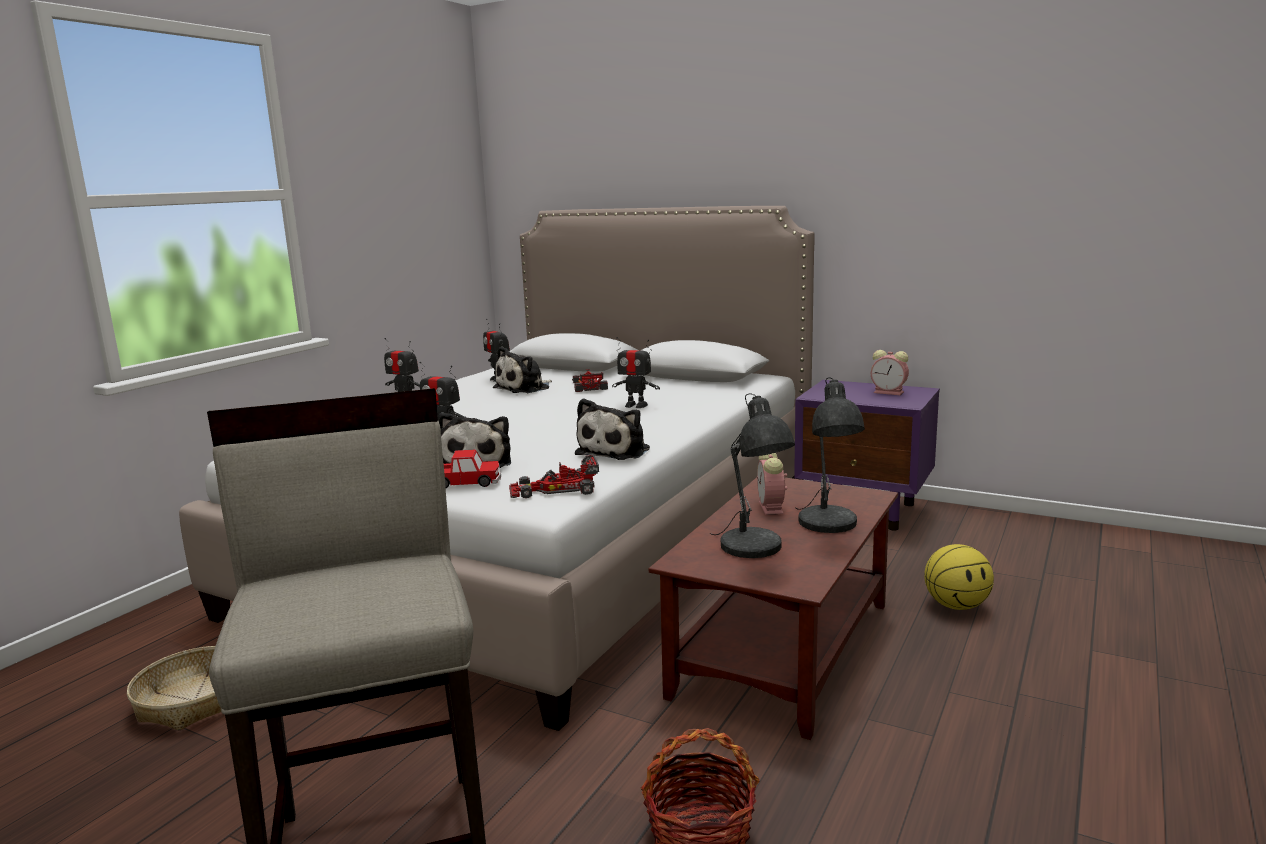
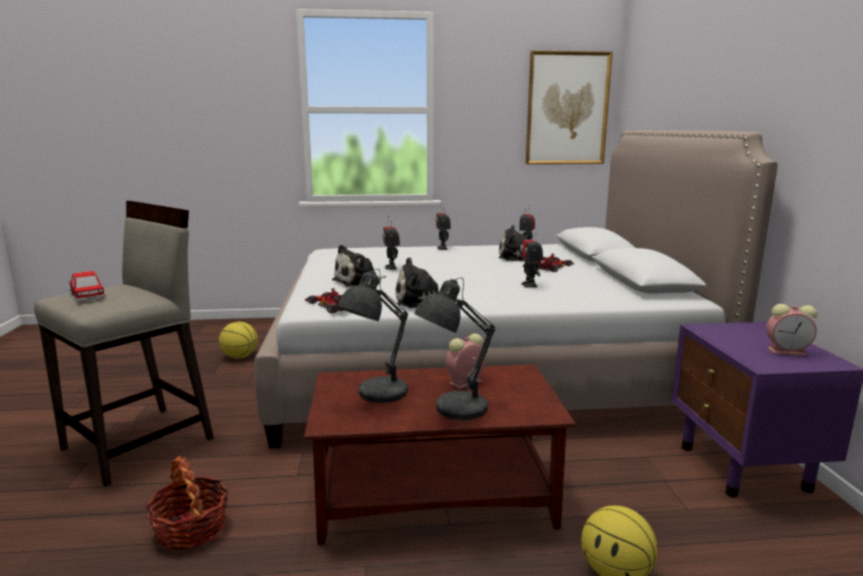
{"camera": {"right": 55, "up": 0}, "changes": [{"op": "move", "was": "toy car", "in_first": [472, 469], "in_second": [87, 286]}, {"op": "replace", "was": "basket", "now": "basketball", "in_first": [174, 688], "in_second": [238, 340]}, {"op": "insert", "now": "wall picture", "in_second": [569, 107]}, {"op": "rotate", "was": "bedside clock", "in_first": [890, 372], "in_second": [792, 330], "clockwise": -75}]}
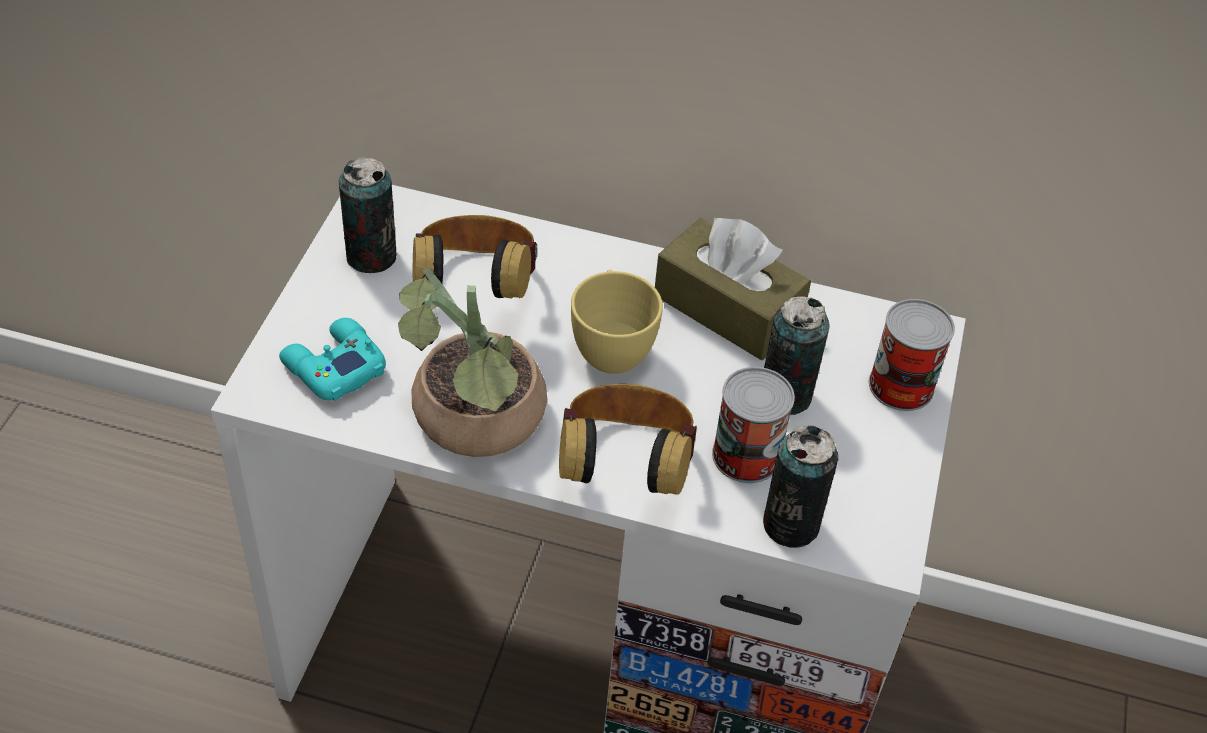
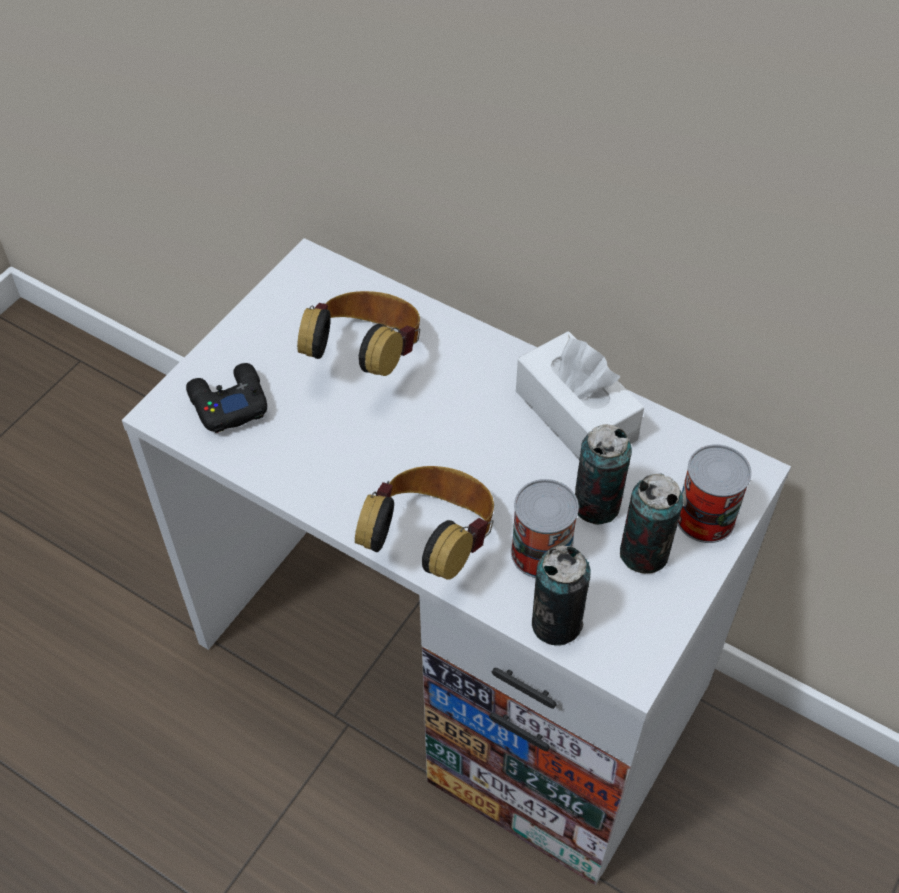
{"camera": {"right": 20, "up": 5}, "changes": [{"op": "recolor", "was": "turquoise gamepad", "now": "black gamepad", "in_first": [332, 359], "in_second": [226, 398]}, {"op": "recolor", "was": "brown box of tissues", "now": "white-coloured box of tissues", "in_first": [733, 288], "in_second": [580, 395]}, {"op": "move", "was": "metal can", "in_first": [368, 215], "in_second": [651, 523]}, {"op": "delete", "was": "houseplant", "in_first": [472, 362]}, {"op": "delete", "was": "yellow-coloured small cup", "in_first": [617, 322]}]}
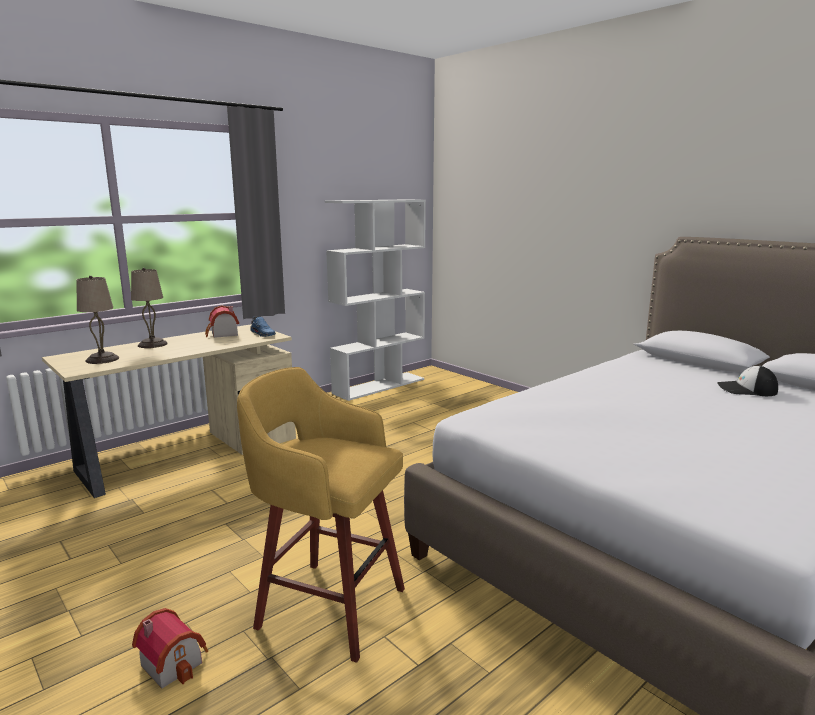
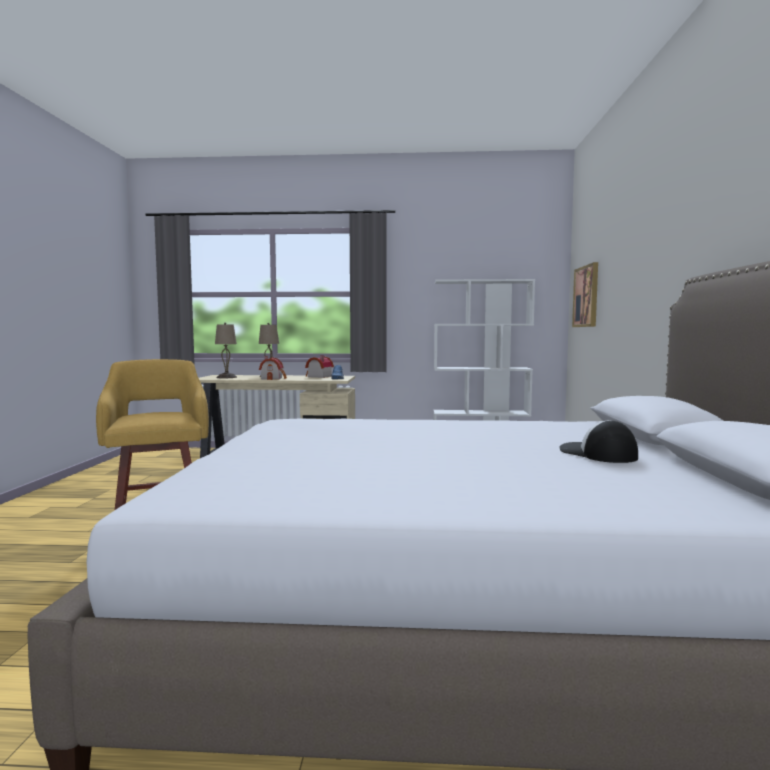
{"camera": {"right": 45, "up": -10}, "changes": [{"op": "move", "was": "model house", "in_first": [170, 648], "in_second": [273, 368]}, {"op": "insert", "now": "wall picture", "in_second": [585, 294]}]}
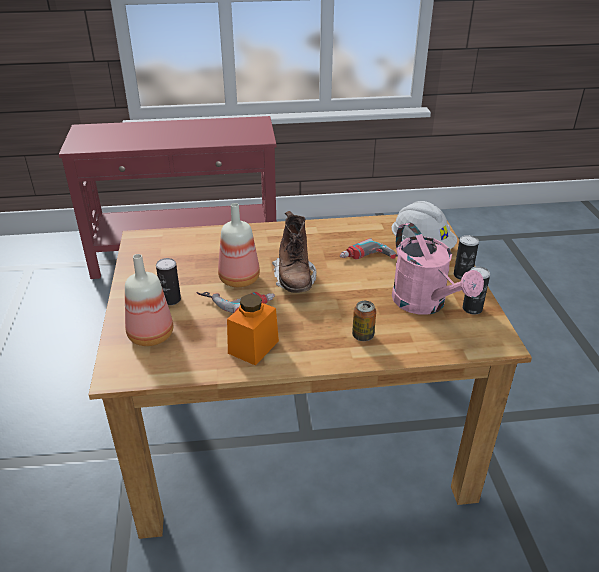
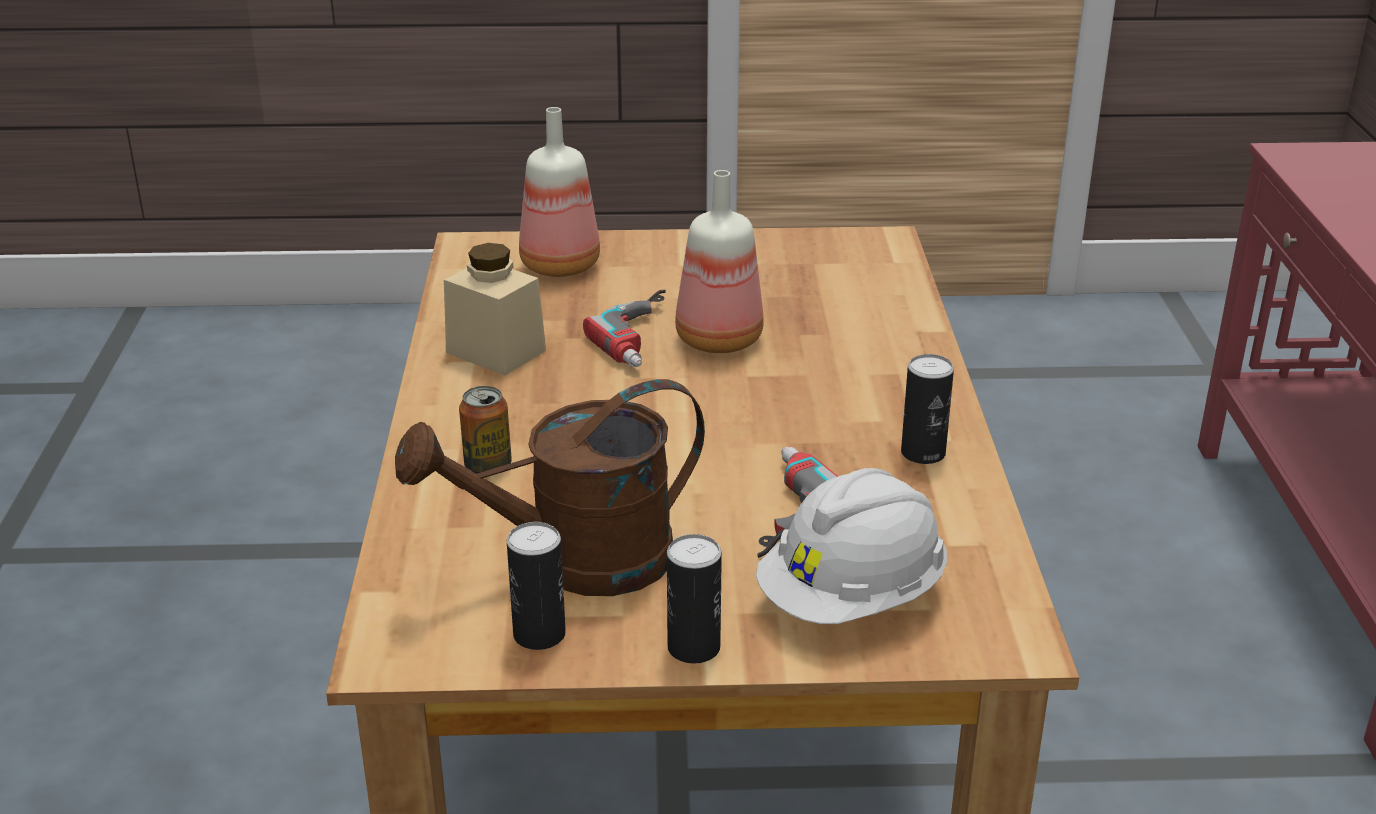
{"camera": {"right": 95, "up": -5}, "changes": [{"op": "recolor", "was": "pink watering pot", "now": "brown watering pot", "in_first": [438, 269], "in_second": [550, 487]}, {"op": "recolor", "was": "orange-coloured jar", "now": "sand-coloured jar", "in_first": [253, 330], "in_second": [495, 309]}, {"op": "move", "was": "metal can", "in_first": [168, 281], "in_second": [927, 409]}, {"op": "delete", "was": "brown tall boot", "in_first": [294, 252]}]}
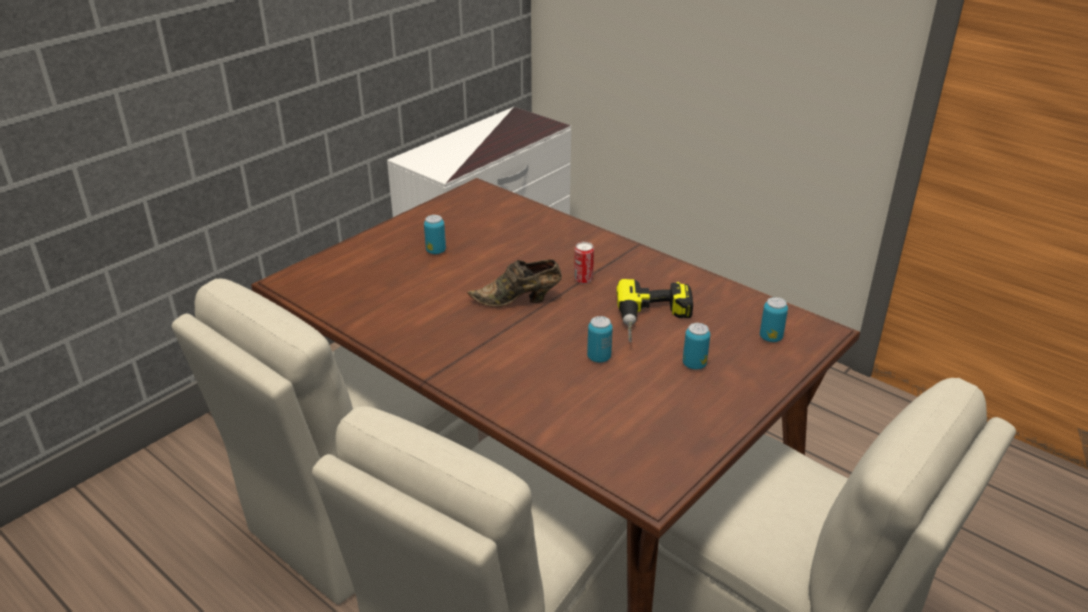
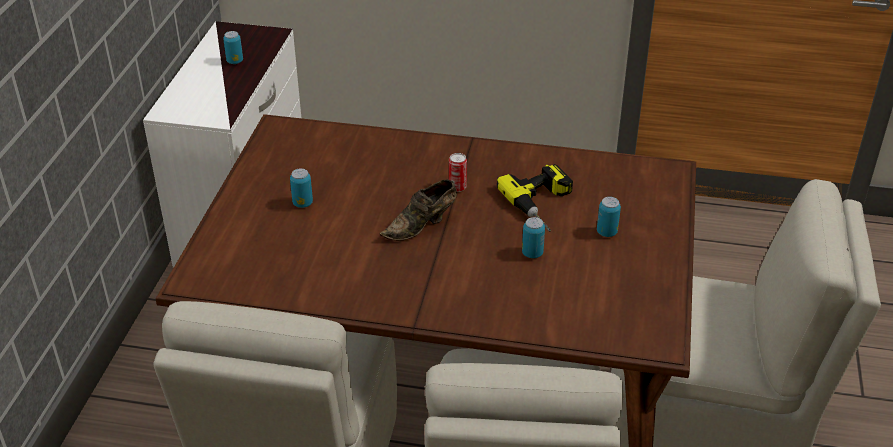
{"camera": {"right": -30, "up": 5}, "changes": [{"op": "move", "was": "metal can", "in_first": [774, 319], "in_second": [233, 47]}]}
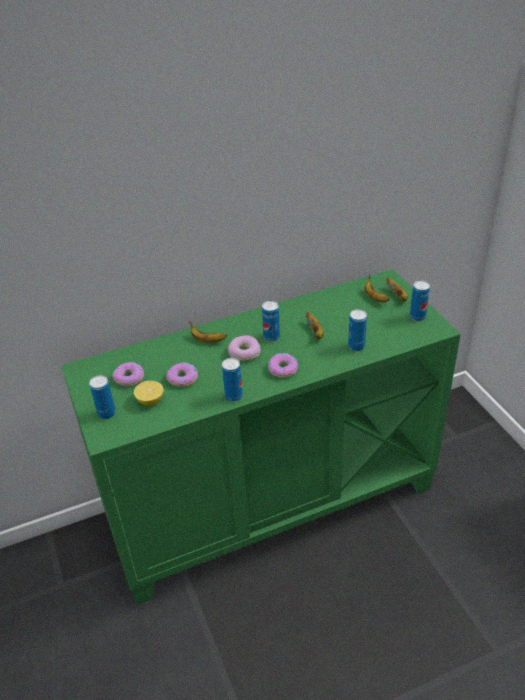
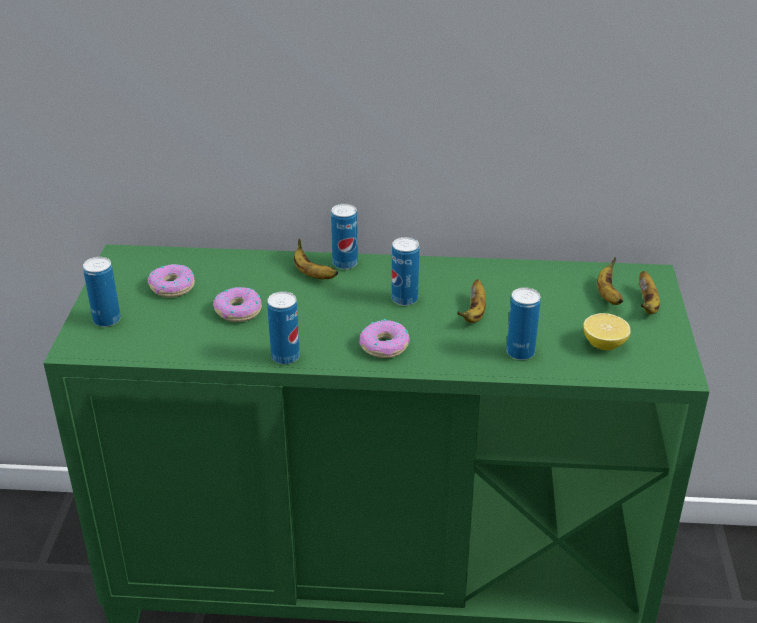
{"camera": {"right": 25, "up": -5}, "changes": [{"op": "move", "was": "metal can", "in_first": [420, 301], "in_second": [344, 236]}, {"op": "move", "was": "lemon", "in_first": [149, 393], "in_second": [607, 331]}, {"op": "delete", "was": "ring doughnut", "in_first": [244, 348]}]}
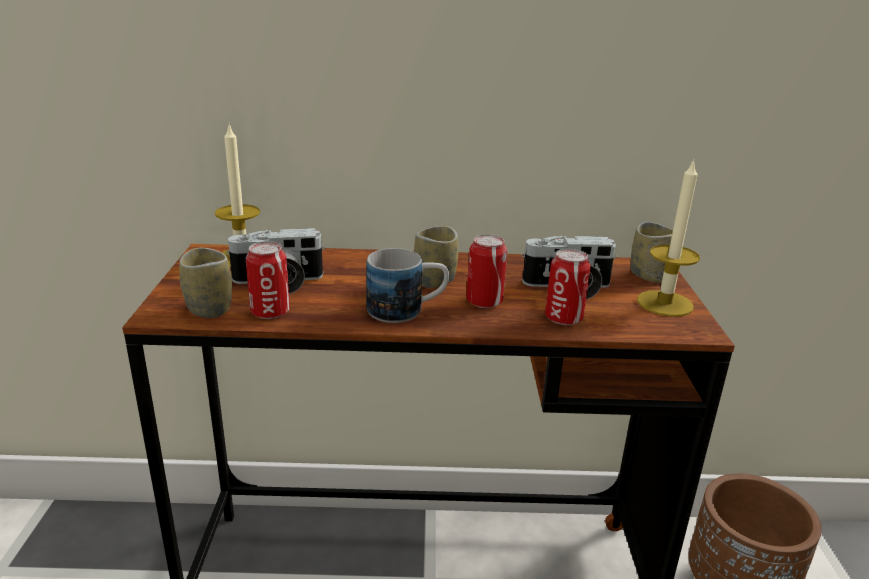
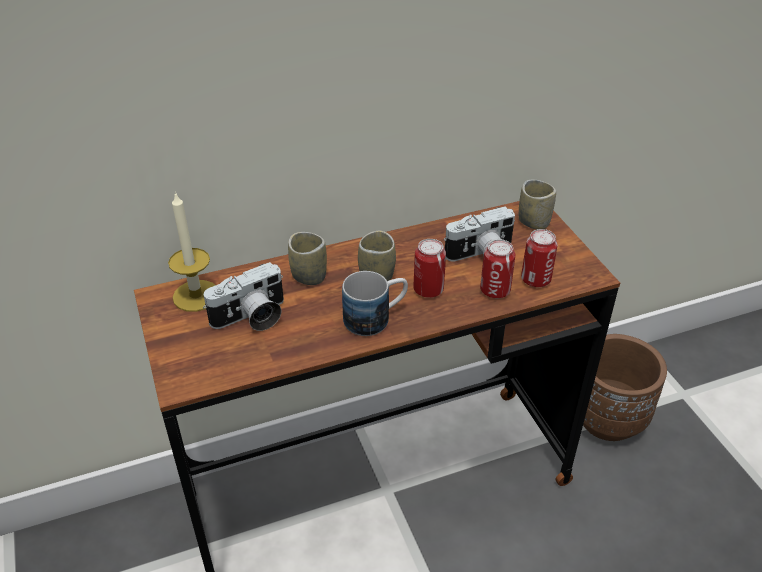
{"camera": {"right": -20, "up": 15}, "changes": [{"op": "move", "was": "small cup", "in_first": [205, 283], "in_second": [307, 258]}, {"op": "move", "was": "metal can", "in_first": [268, 280], "in_second": [539, 258]}, {"op": "delete", "was": "wax candle", "in_first": [668, 238]}]}
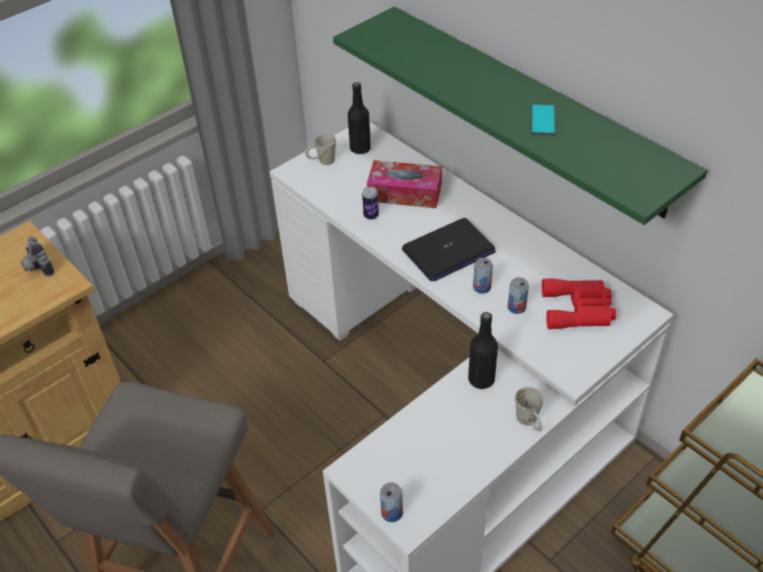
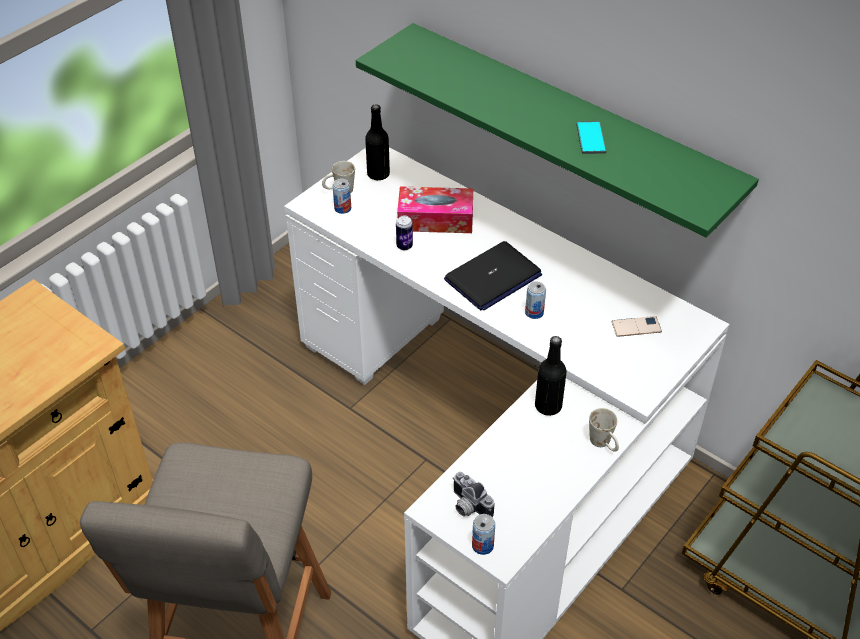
{"camera": {"right": -10, "up": 0}, "changes": [{"op": "move", "was": "metal can", "in_first": [518, 295], "in_second": [342, 196]}, {"op": "move", "was": "still camera", "in_first": [37, 256], "in_second": [473, 494]}, {"op": "replace", "was": "reddish field glasses", "now": "telephone", "in_first": [579, 304], "in_second": [637, 326]}]}
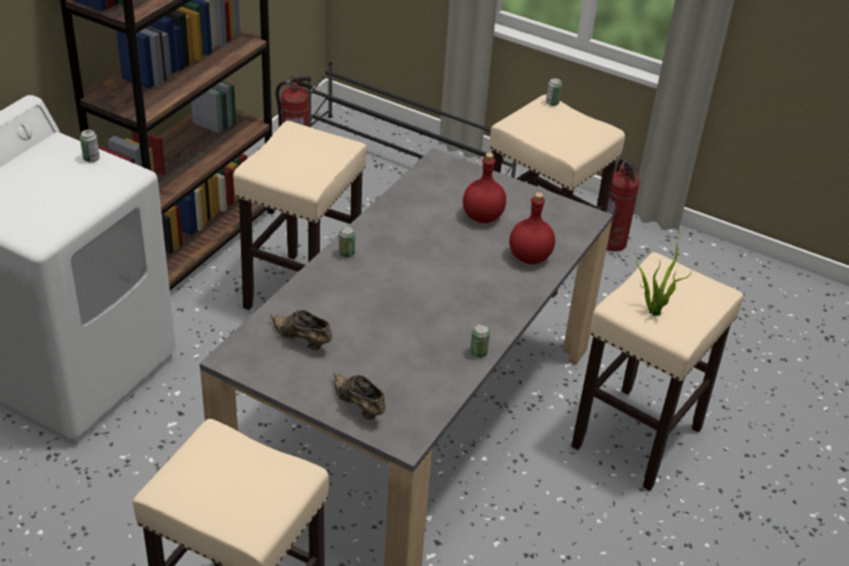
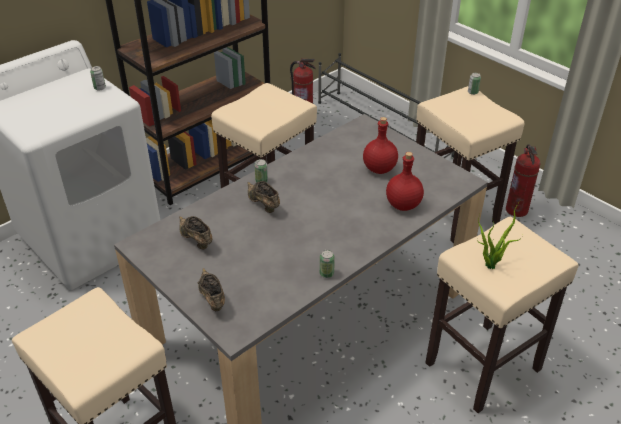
{"camera": {"right": 20, "up": 0}, "changes": [{"op": "insert", "now": "brown item of footwear", "in_second": [263, 197]}]}
